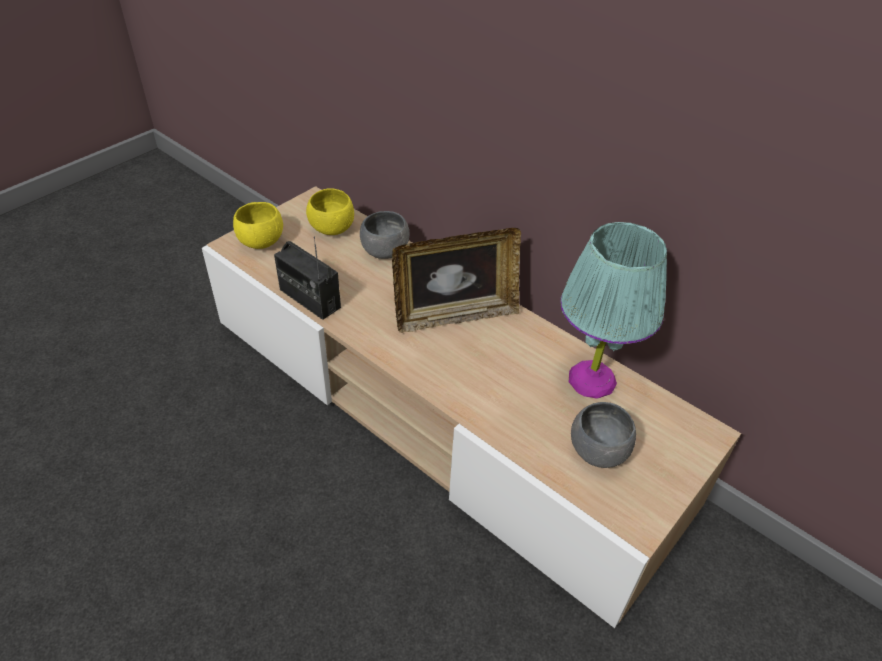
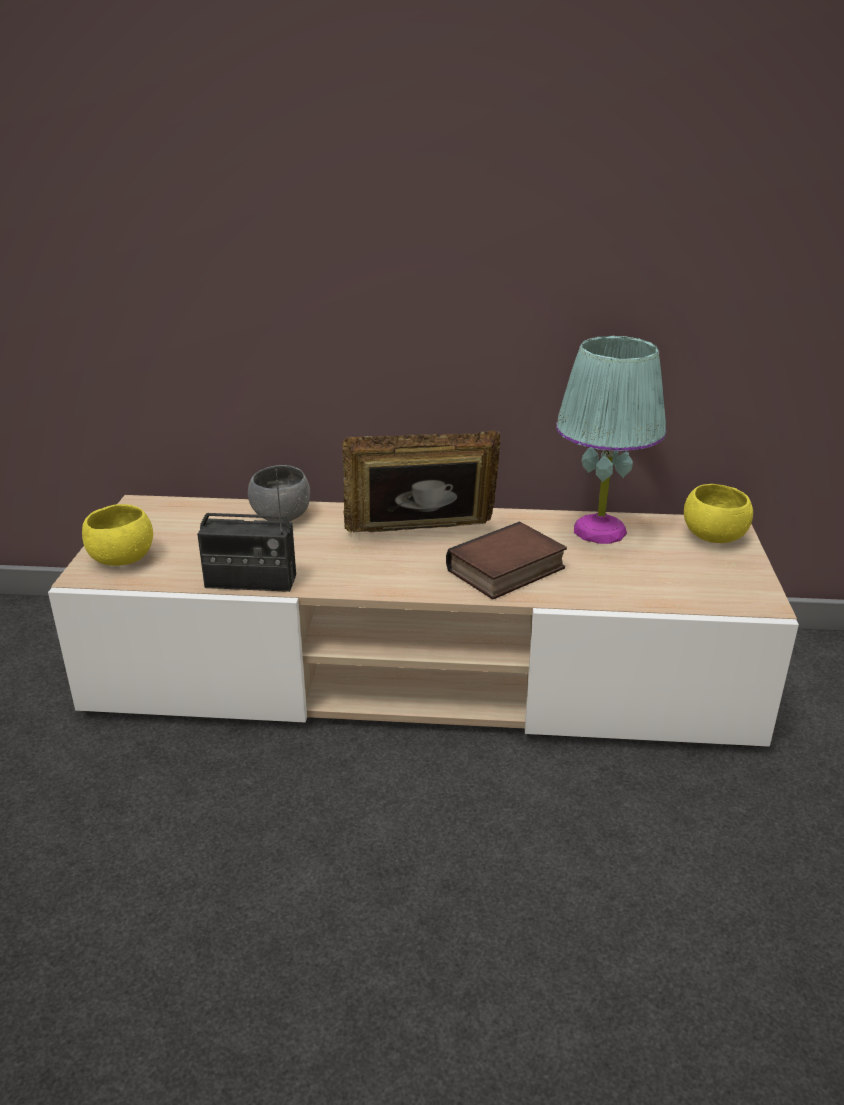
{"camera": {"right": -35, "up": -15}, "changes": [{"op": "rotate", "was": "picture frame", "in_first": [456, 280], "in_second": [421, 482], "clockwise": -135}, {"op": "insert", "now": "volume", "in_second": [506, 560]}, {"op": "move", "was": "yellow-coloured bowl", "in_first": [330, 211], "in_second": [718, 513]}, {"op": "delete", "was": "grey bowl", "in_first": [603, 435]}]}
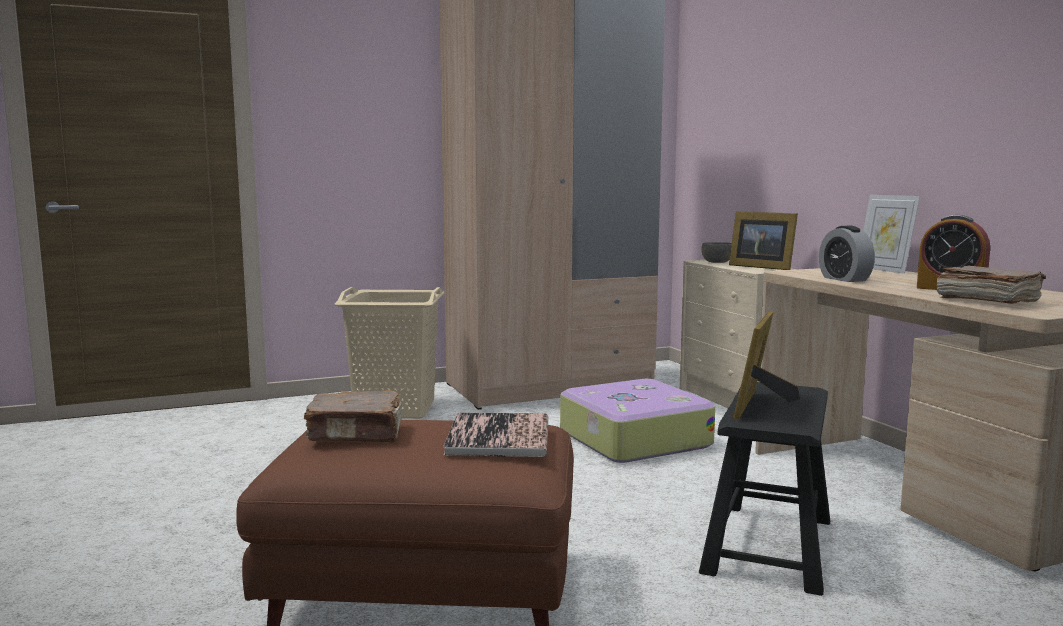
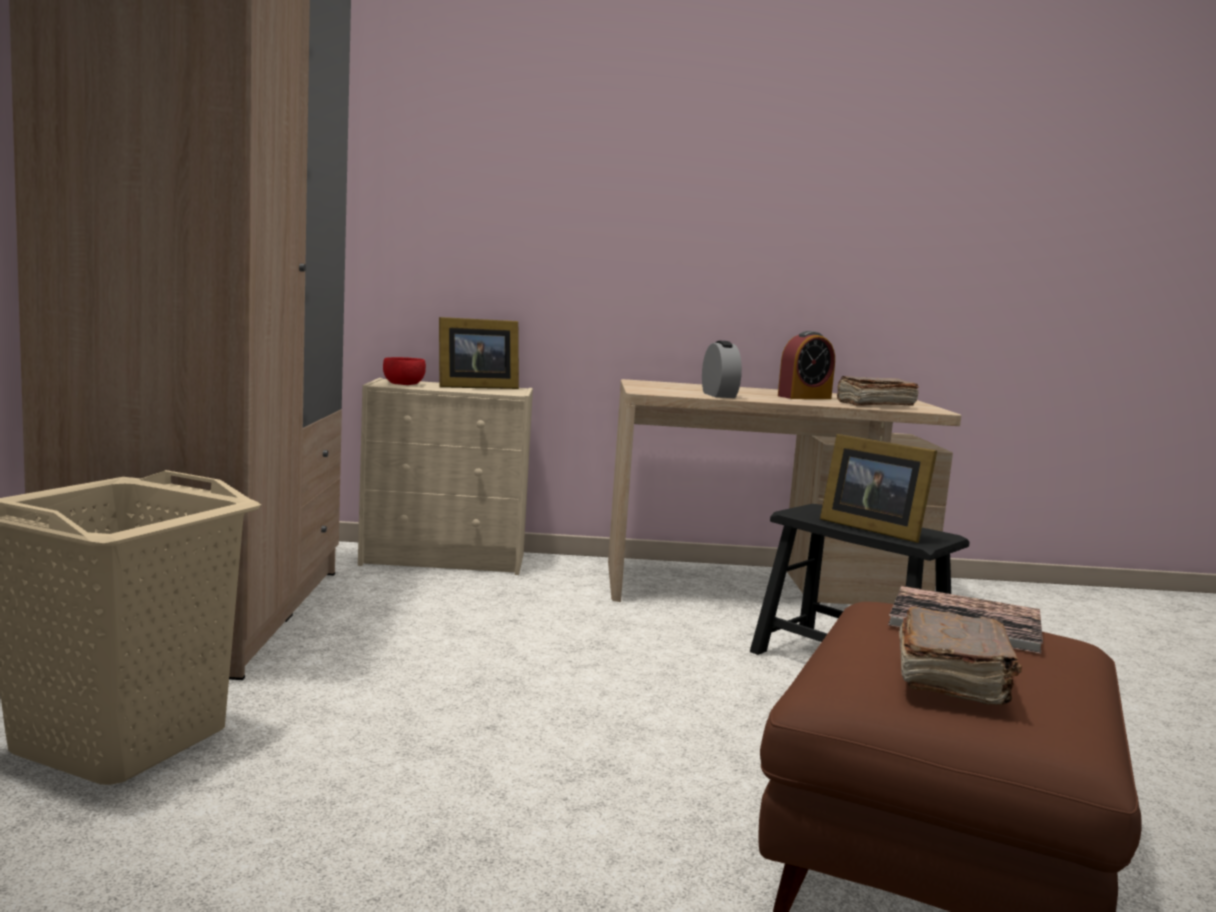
{"camera": {"right": -70, "up": 0}, "changes": [{"op": "recolor", "was": "grey bowl", "now": "reddish bowl", "in_first": [716, 252], "in_second": [404, 371]}, {"op": "rotate", "was": "bedside clock", "in_first": [847, 254], "in_second": [722, 369], "clockwise": -105}, {"op": "delete", "was": "piece of luggage", "in_first": [637, 421]}, {"op": "delete", "was": "picture frame", "in_first": [891, 234]}]}
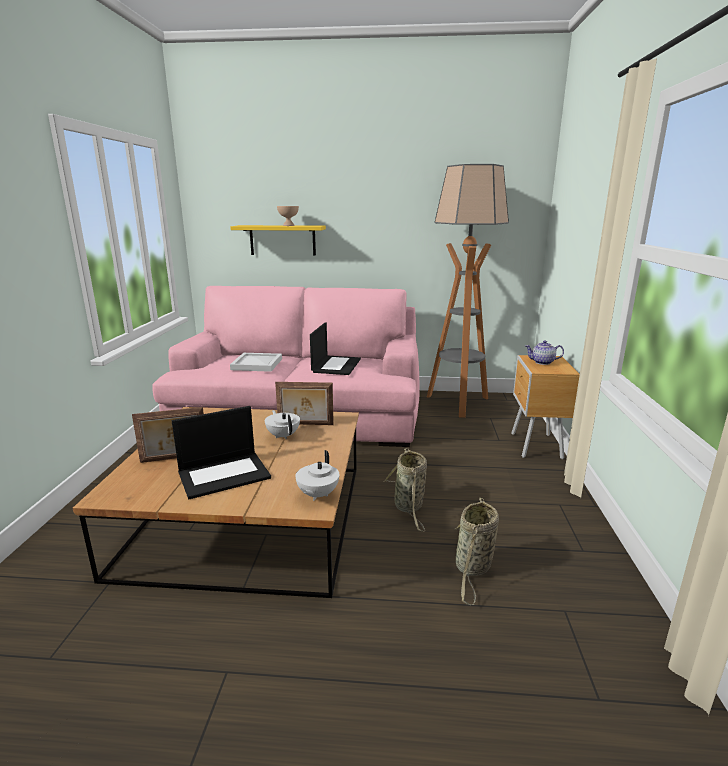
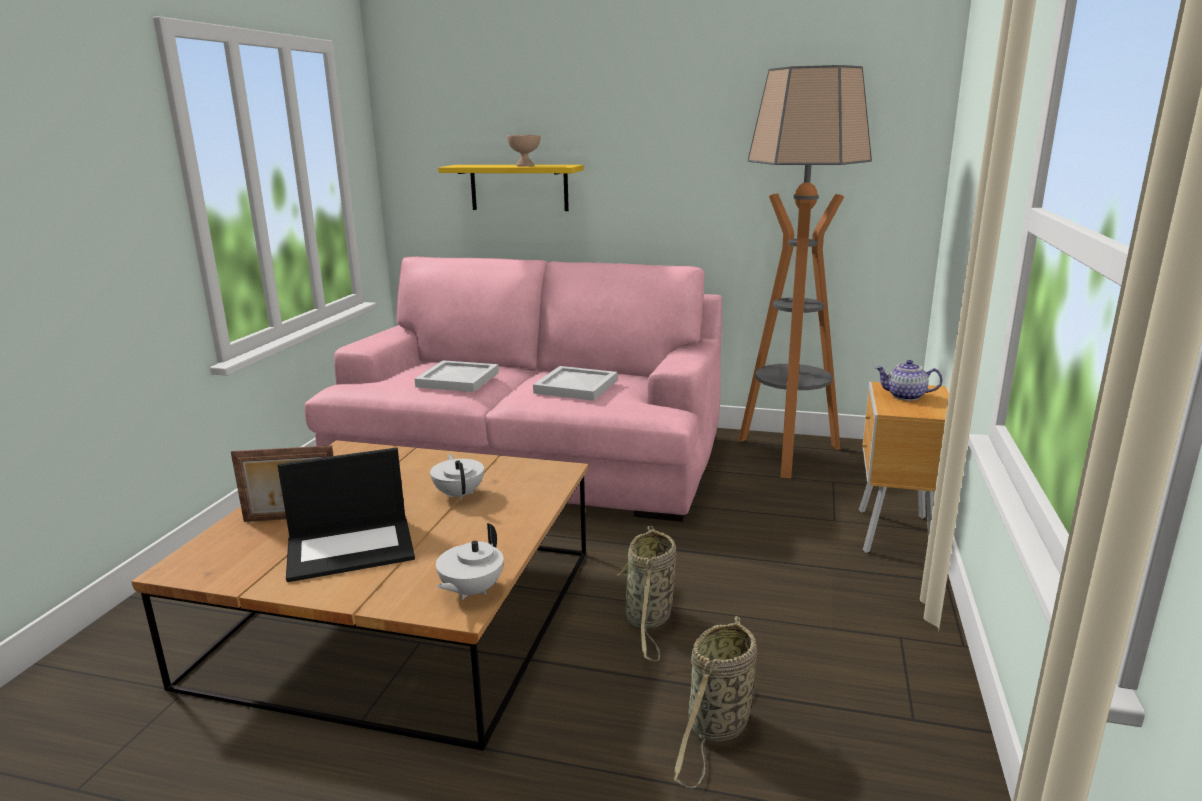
{"camera": {"right": 10, "up": 0}, "changes": [{"op": "replace", "was": "notebook computer", "now": "white-coloured tray", "in_first": [335, 348], "in_second": [575, 383]}, {"op": "delete", "was": "picture frame", "in_first": [304, 403]}]}
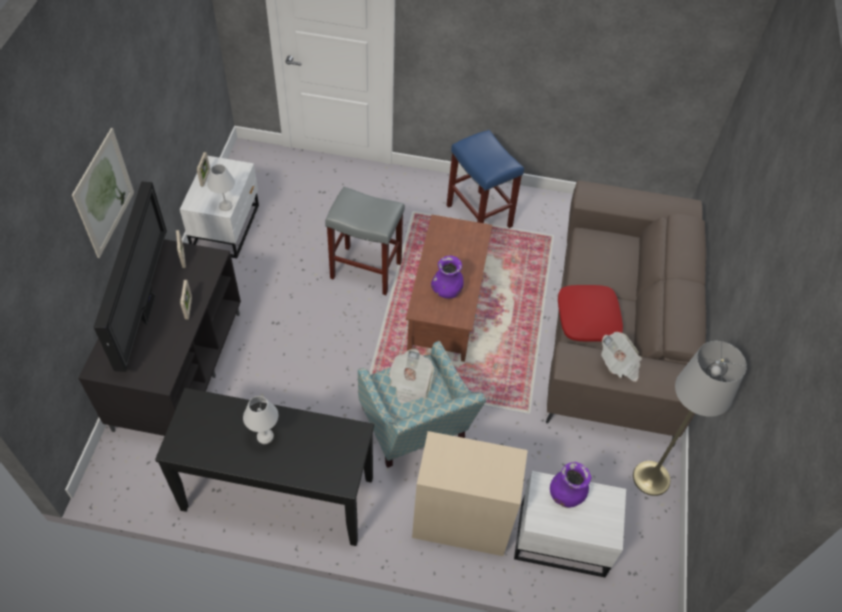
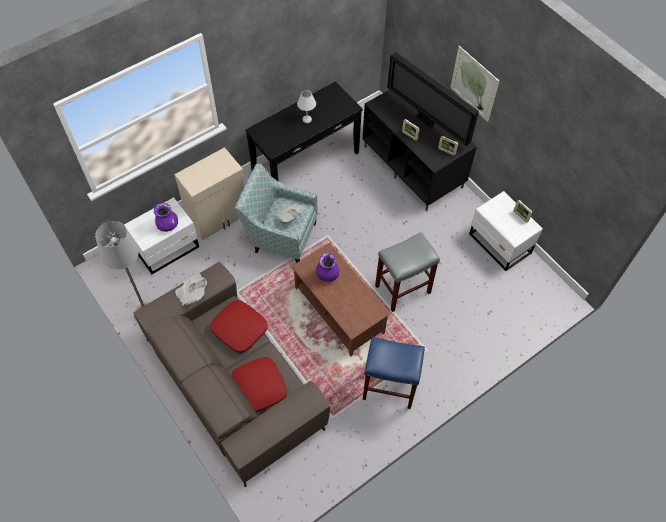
{"camera": {"right": 135, "up": 5}, "changes": [{"op": "insert", "now": "reddish throw pillow", "in_second": [259, 384]}, {"op": "delete", "was": "white-coloured table lamp", "in_first": [221, 187]}]}
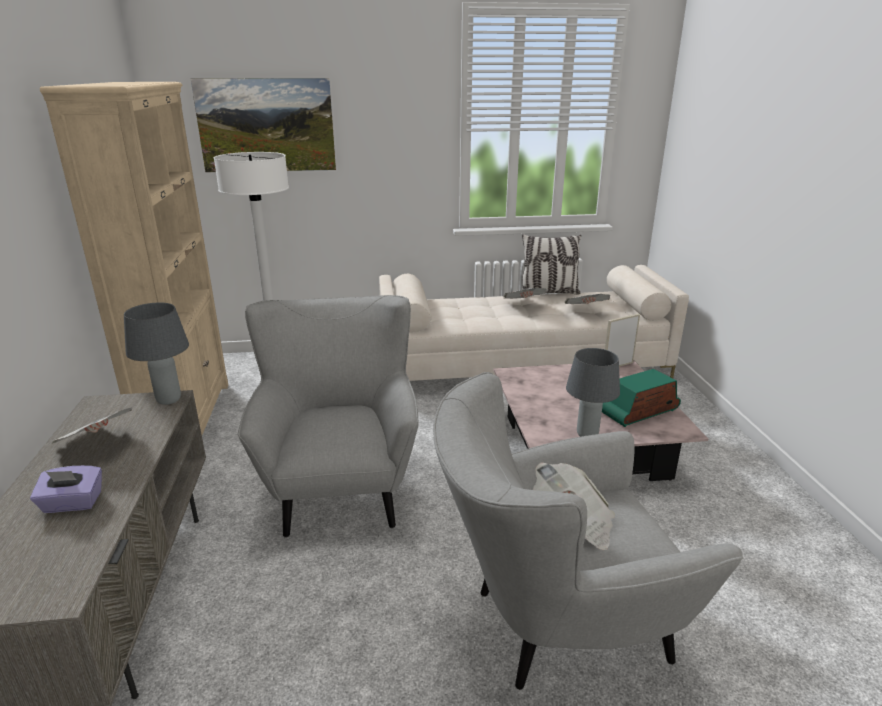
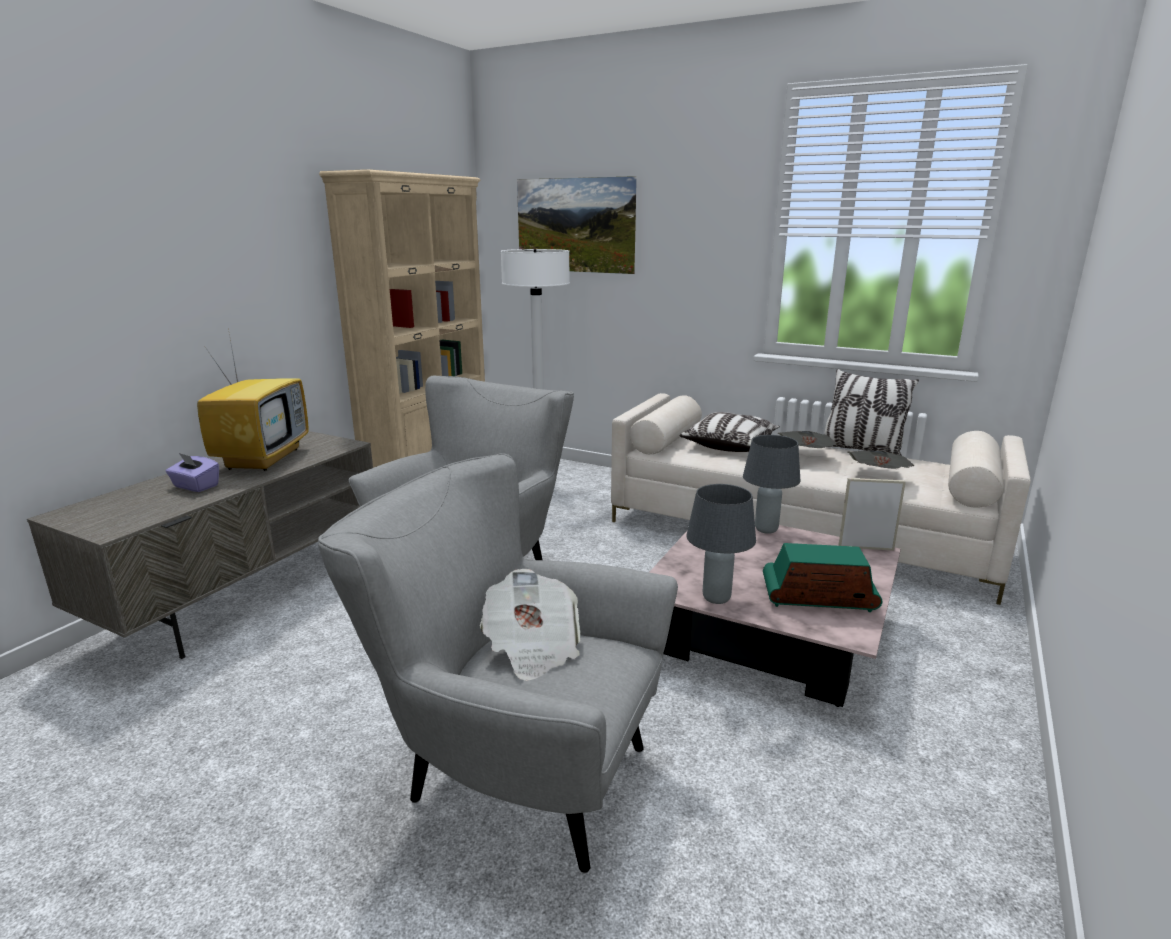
{"camera": {"right": 35, "up": -5}, "changes": [{"op": "replace", "was": "daily paper", "now": "TV", "in_first": [92, 426], "in_second": [253, 402]}, {"op": "insert", "now": "throw pillow", "in_second": [729, 432]}, {"op": "move", "was": "grey table lamp", "in_first": [156, 354], "in_second": [771, 484]}]}
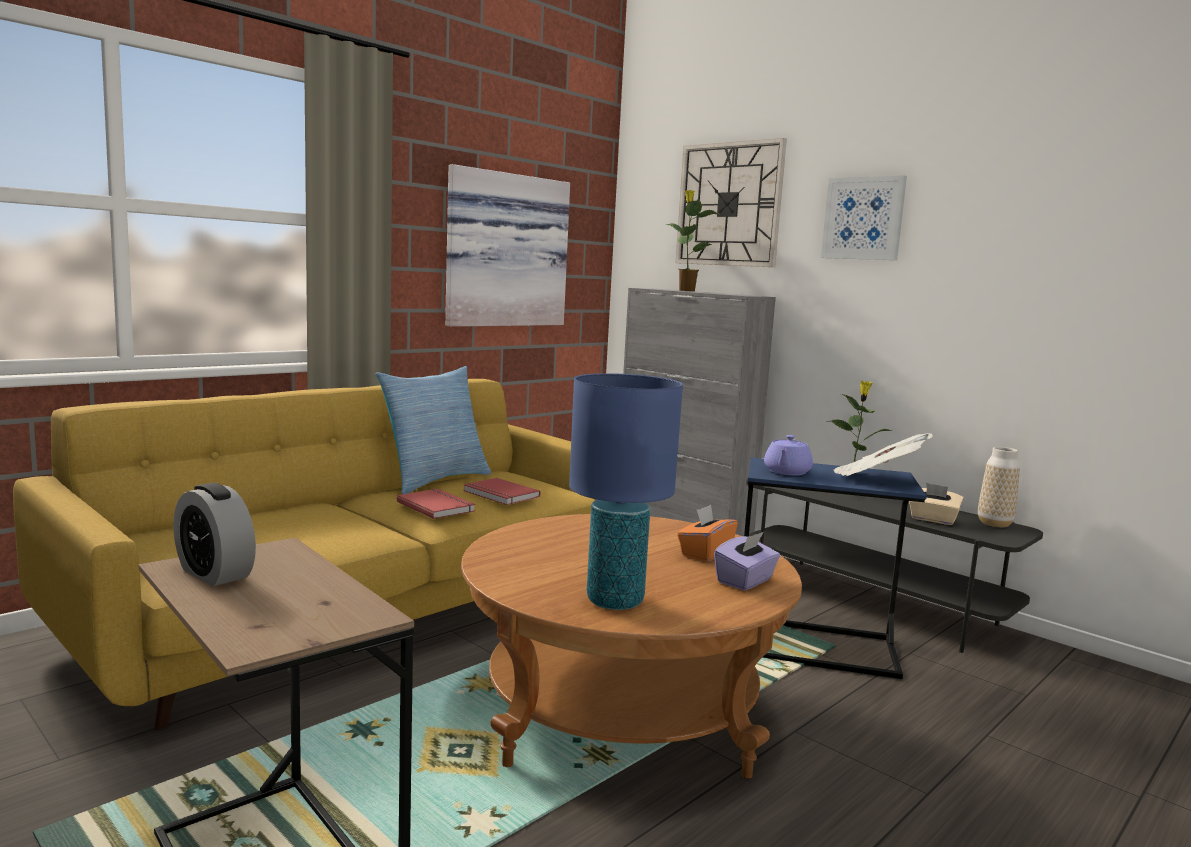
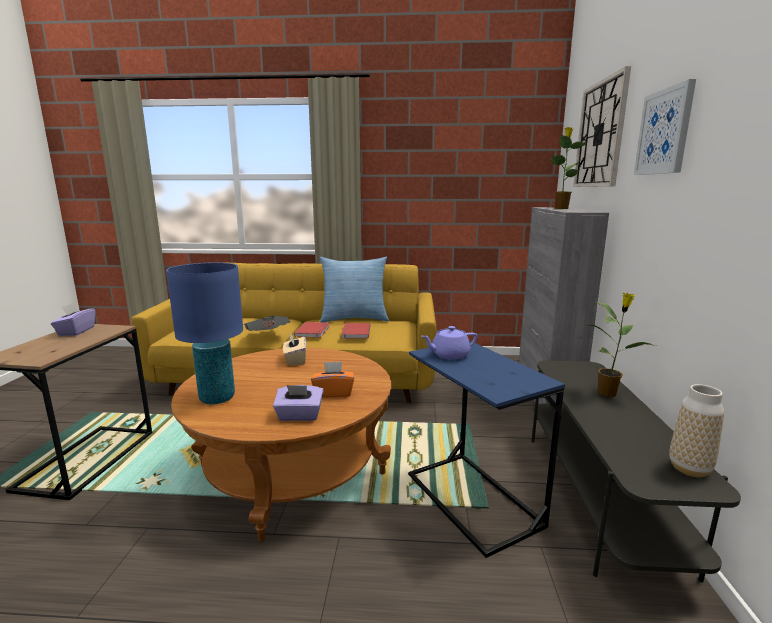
{"camera": {"right": 50, "up": 5}, "changes": [{"op": "replace", "was": "bedside clock", "now": "purplish box of tissues", "in_first": [214, 534], "in_second": [73, 319]}, {"op": "move", "was": "daily paper", "in_first": [883, 455], "in_second": [267, 323]}, {"op": "move", "was": "sand-coloured box of tissues", "in_first": [936, 504], "in_second": [294, 349]}, {"op": "delete", "was": "wall picture", "in_first": [507, 245]}]}
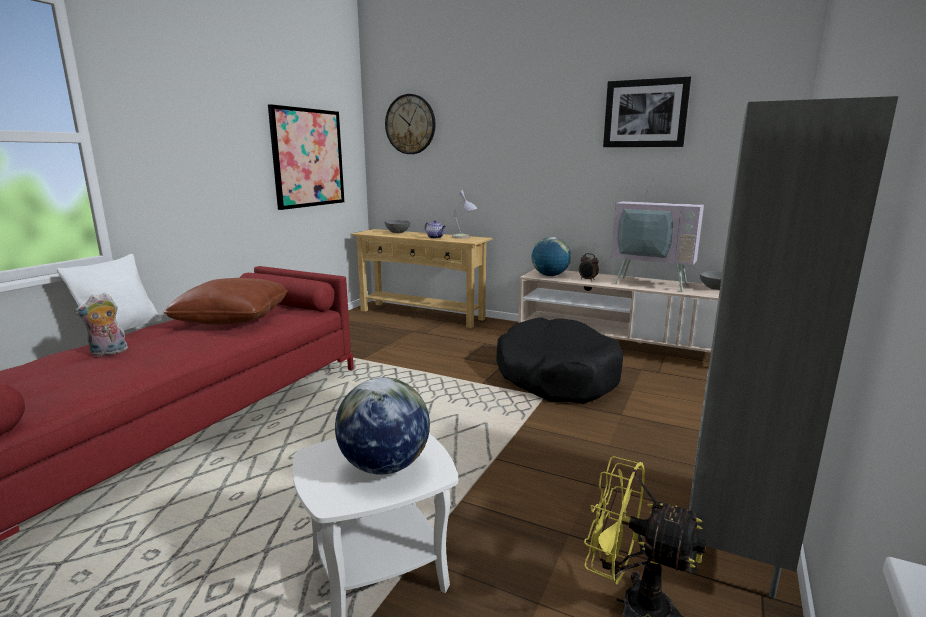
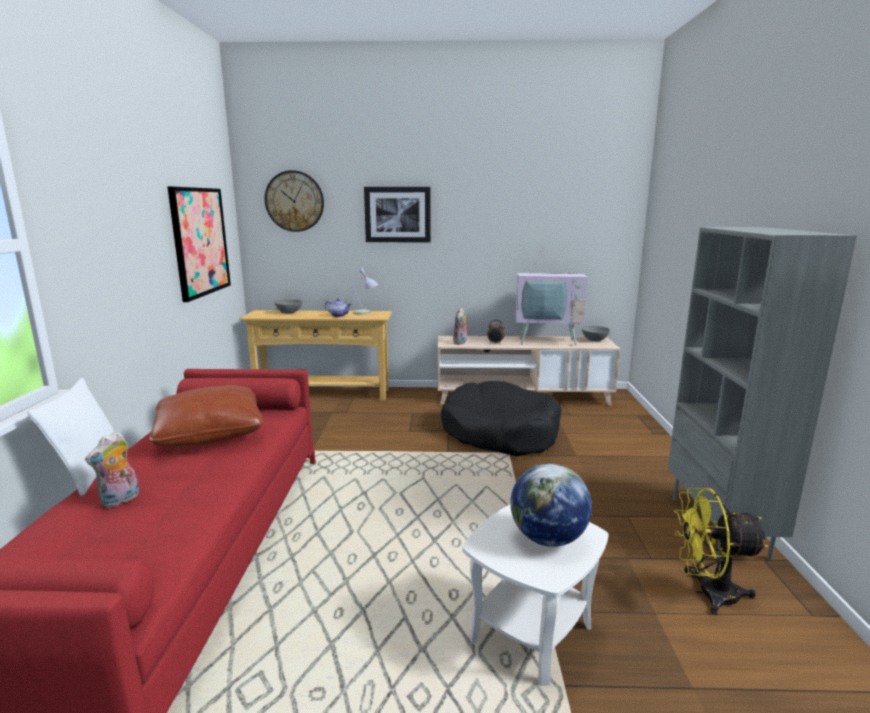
{"camera": {"right": -25, "up": 0}, "changes": [{"op": "move", "was": "wall picture", "in_first": [647, 111], "in_second": [397, 214]}, {"op": "replace", "was": "world globe", "now": "cuddly toy", "in_first": [551, 256], "in_second": [461, 326]}]}
